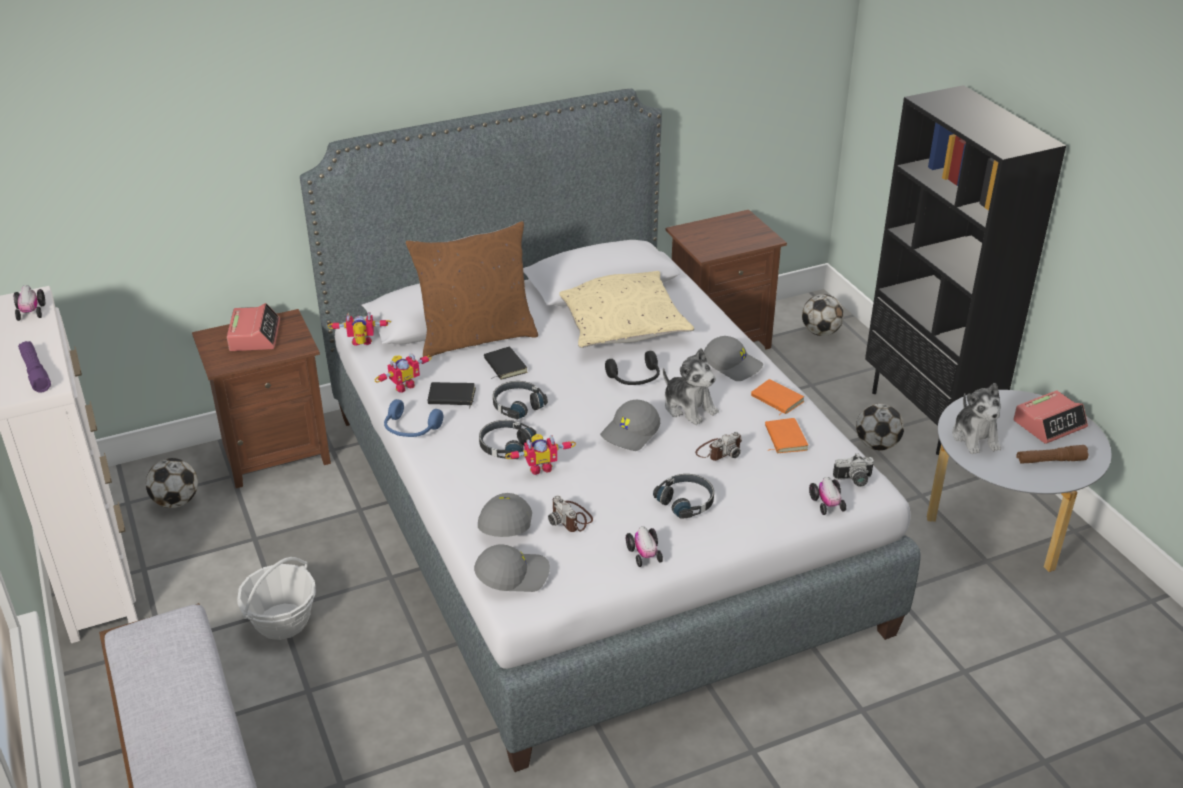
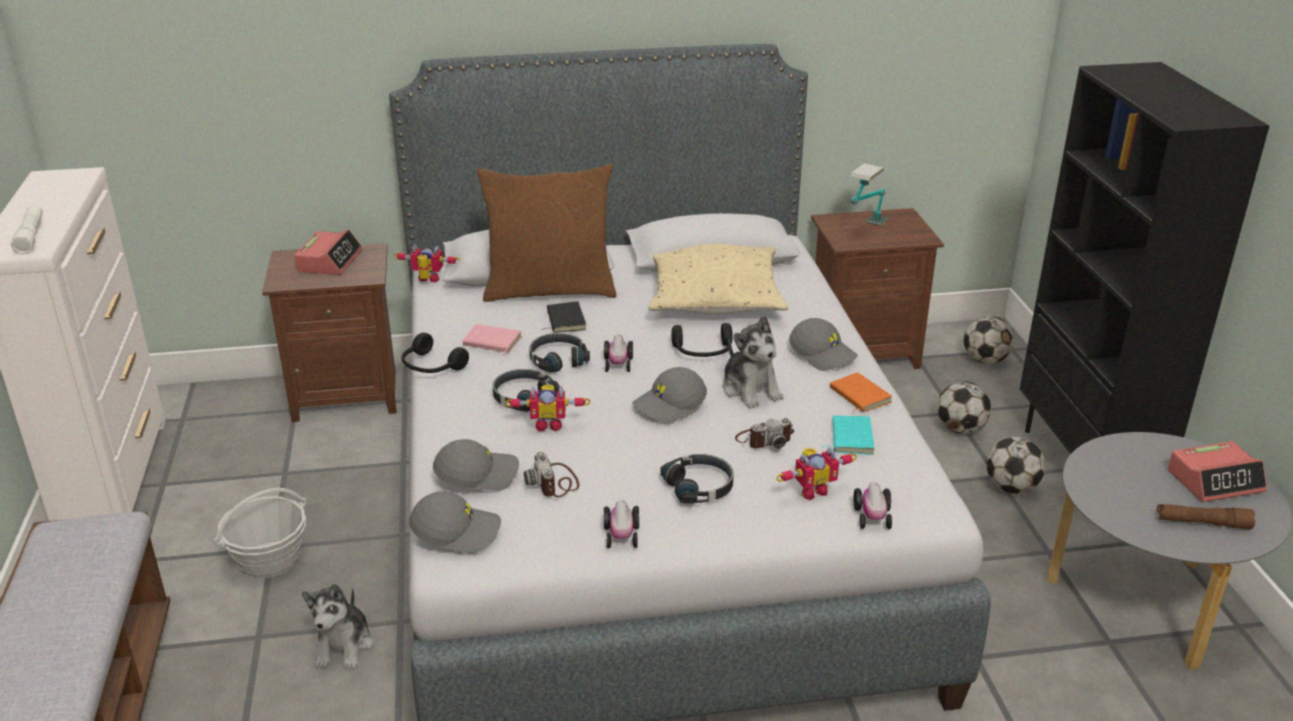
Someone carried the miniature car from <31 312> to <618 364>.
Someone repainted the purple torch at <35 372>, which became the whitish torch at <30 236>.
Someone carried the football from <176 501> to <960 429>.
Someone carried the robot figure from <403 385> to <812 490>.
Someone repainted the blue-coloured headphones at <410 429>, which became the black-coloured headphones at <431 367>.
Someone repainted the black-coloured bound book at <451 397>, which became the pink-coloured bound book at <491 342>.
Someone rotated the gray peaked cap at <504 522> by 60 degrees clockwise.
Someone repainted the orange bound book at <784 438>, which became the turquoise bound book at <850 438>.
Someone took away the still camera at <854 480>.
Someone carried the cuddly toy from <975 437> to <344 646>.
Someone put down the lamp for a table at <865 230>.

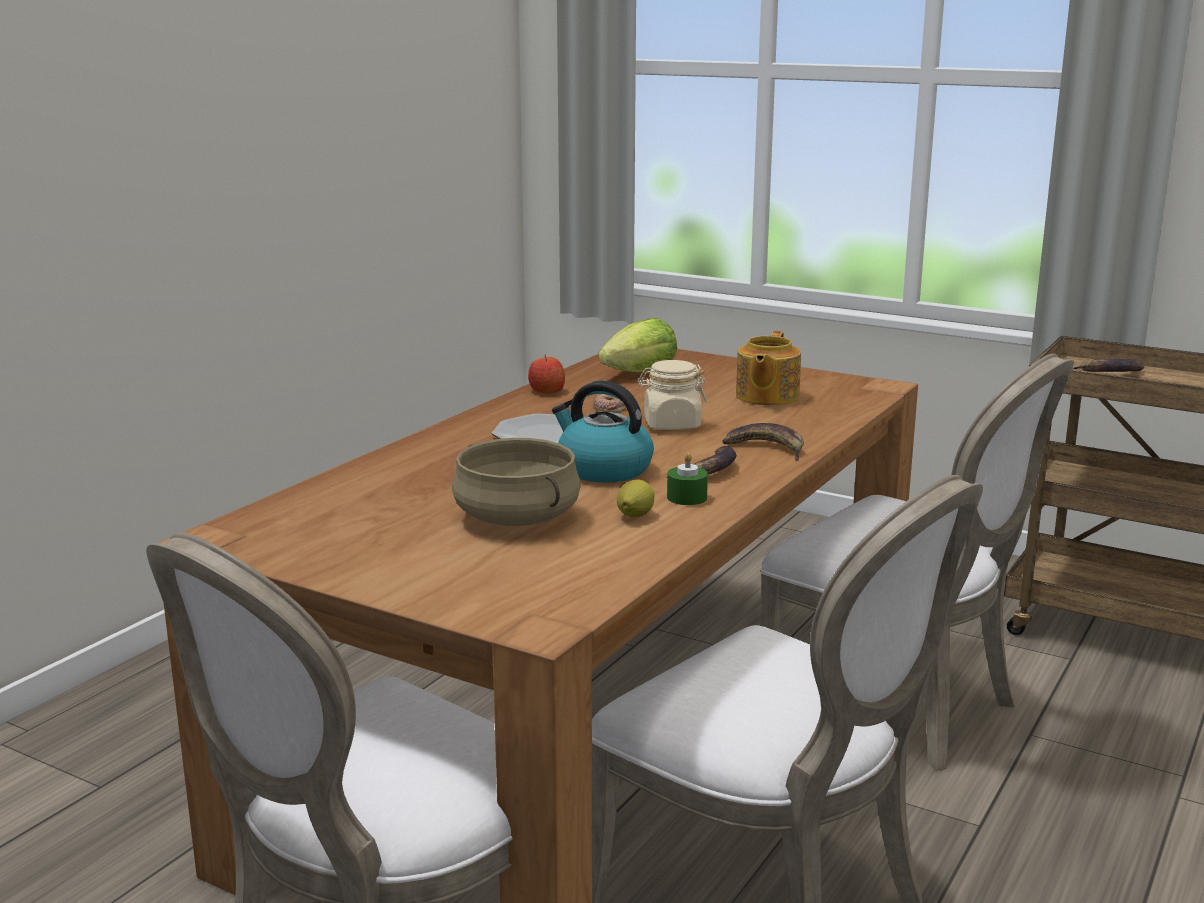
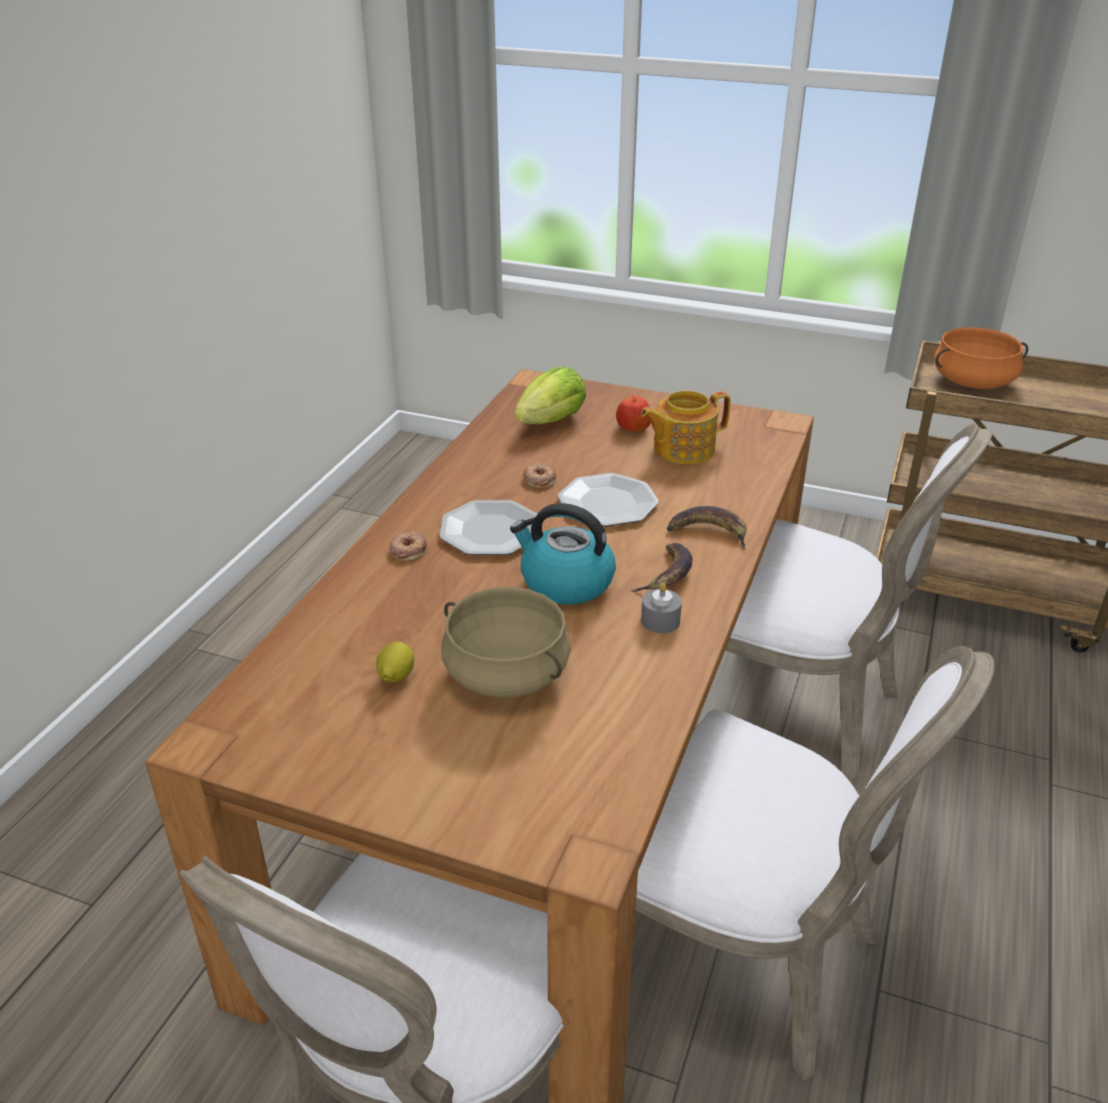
Someone carried the whole apple from <546 391> to <632 428>.
Someone carried the whole lemon from <634 516> to <395 677>.
Someone swapped the beige preserve jar at <671 425> for the dinner plate at <608 503>.
Someone repainted the green wax light at <687 497>, which became the gray wax light at <660 621>.
Someone rotated the teapot at <766 397> by 60 degrees clockwise.
Someone swapped the whole banana at <1110 373> for the orange stockpot at <973 382>.
Someone put down the donut at <408 550>.

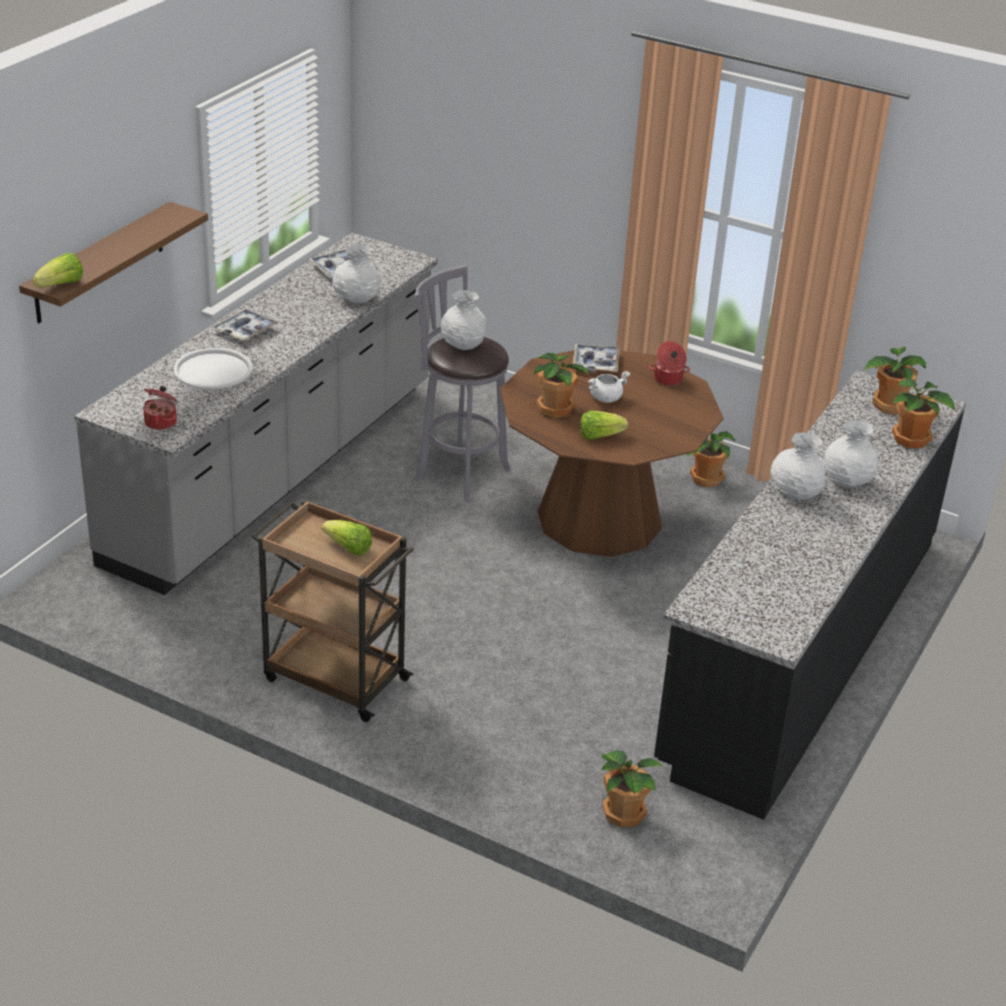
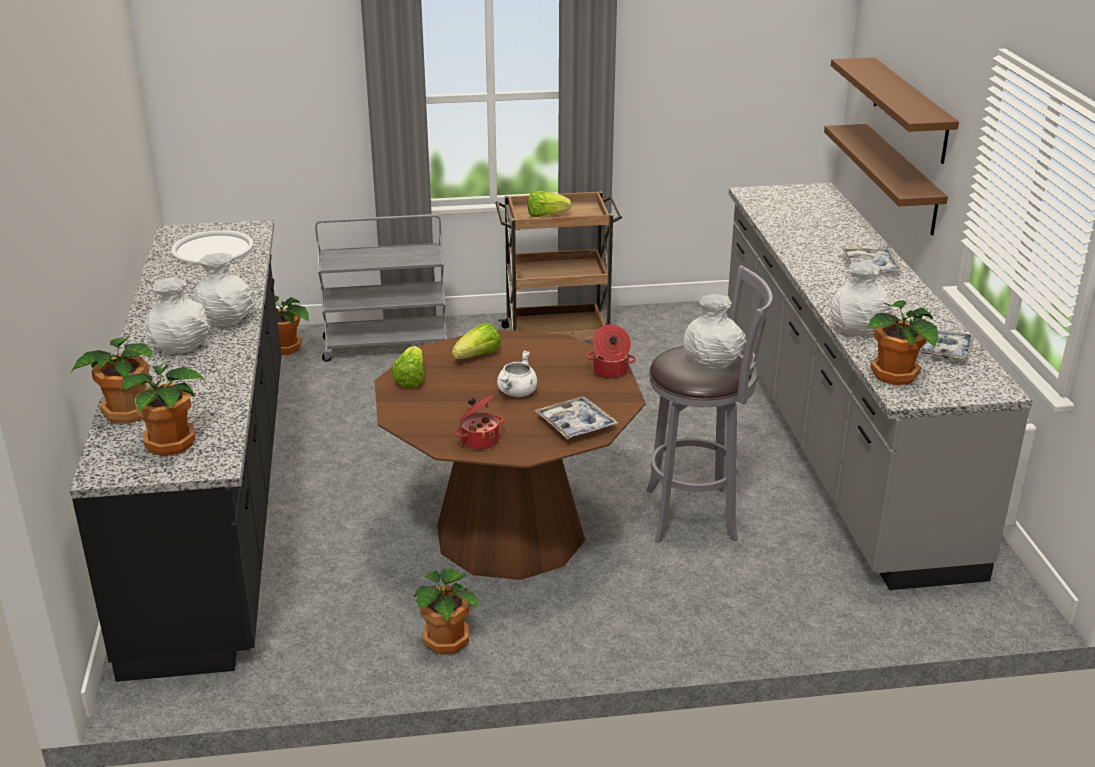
Someone carried the lettuce head from <61 285> to <411 379>.
Someone carried the stockpot from <161 422> to <610 371>.
Someone carried the whitish serving tray from <213 370> to <212 249>.
Someone carried the potted plant from <556 408> to <894 376>.
Someone put down the gray cart at <386 345>.
Someone put up the brownish wall shelf at <901 179>.

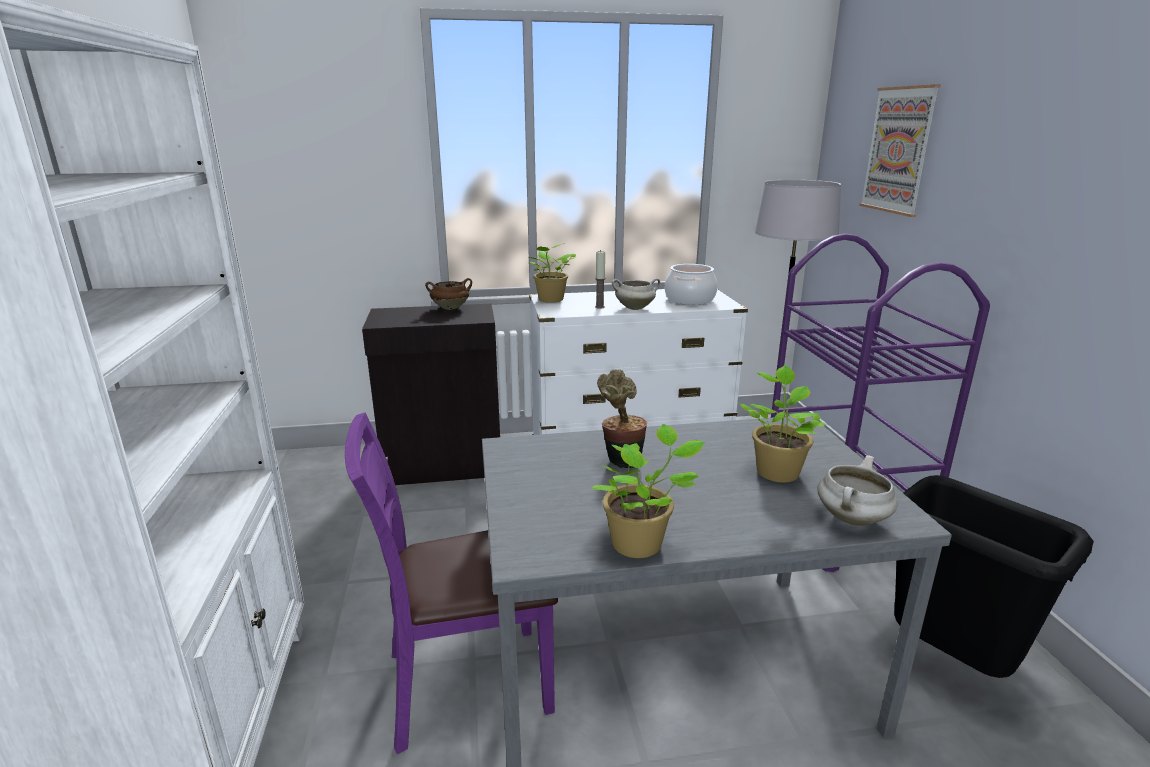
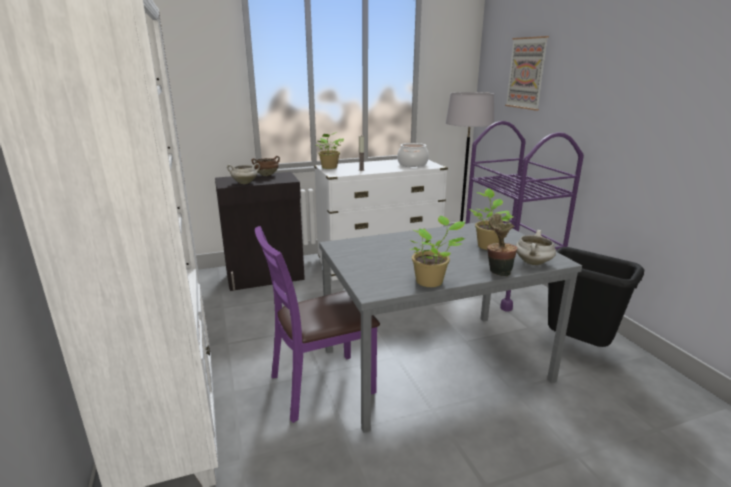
Someone carried the potted plant from <621 460> to <497 272>.
Someone carried the whitish stockpot from <635 308> to <245 183>.

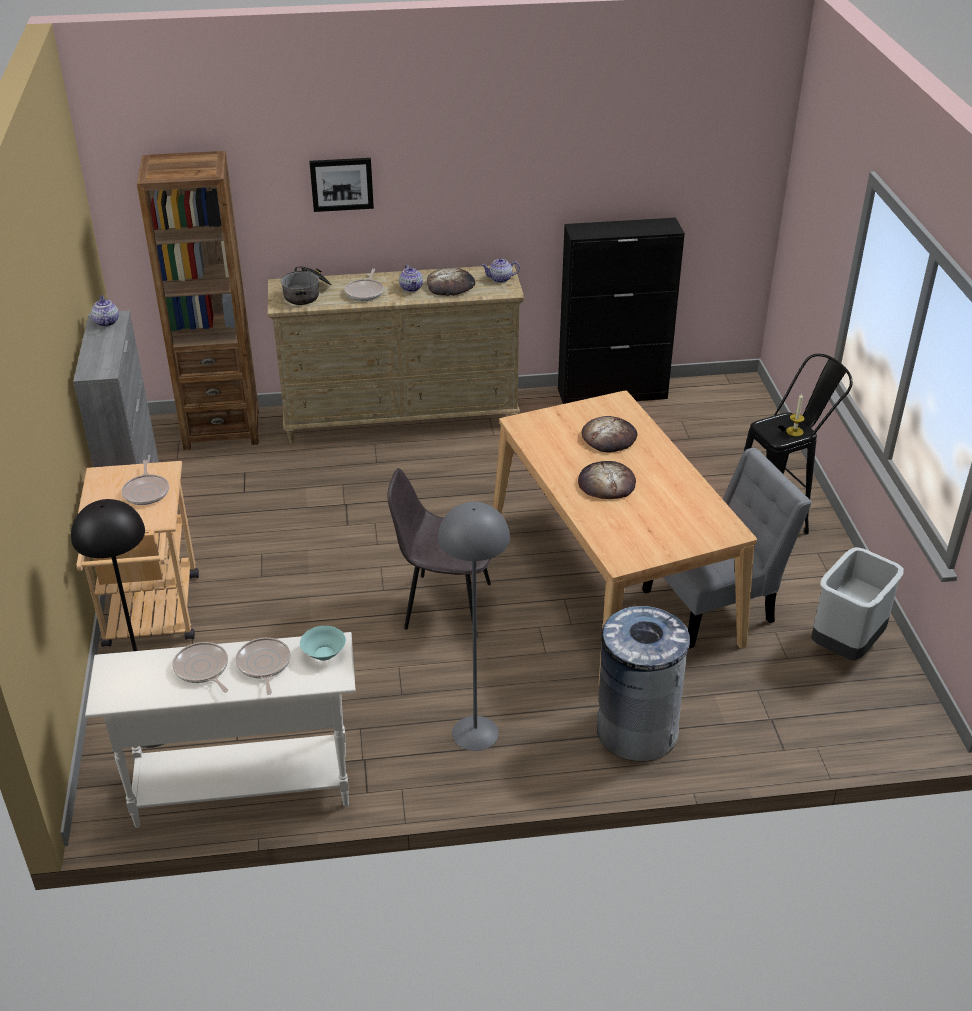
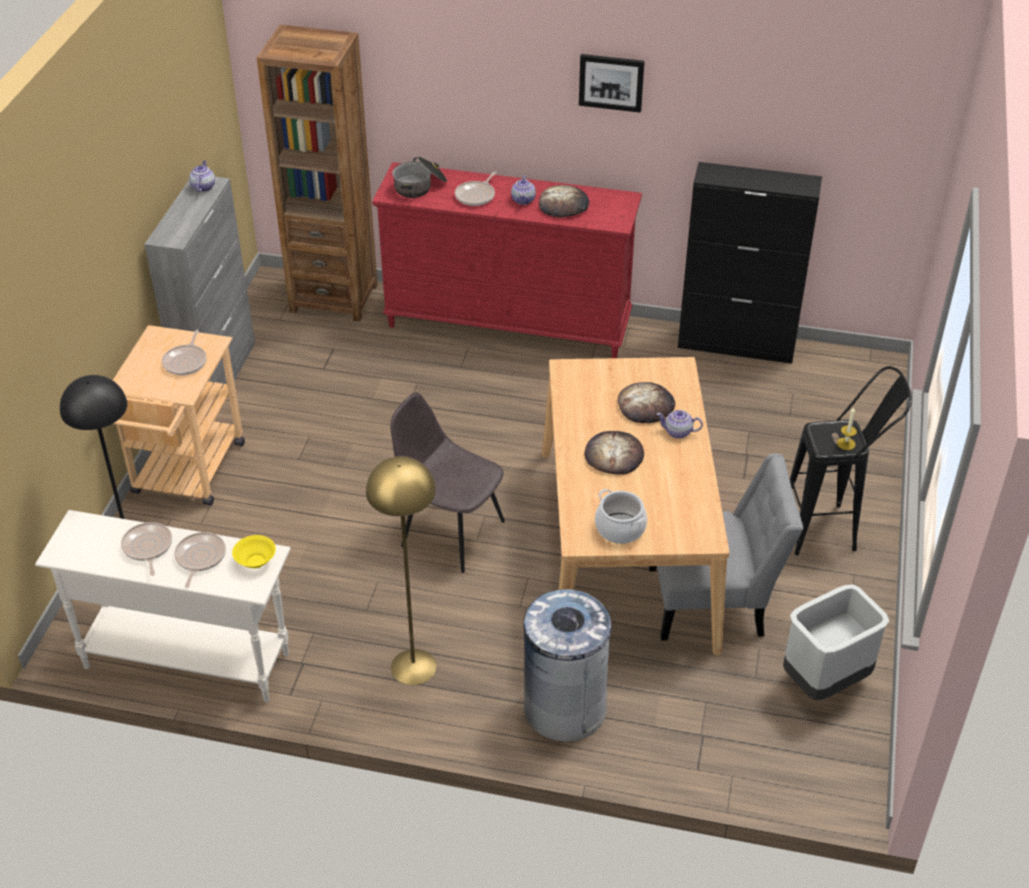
Someone repainted the beige dresser at <402 418>, which became the reddish dresser at <509 324>.
Someone repainted the turquoise bowl at <324 654>, which became the yellow-coloured bowl at <255 562>.
Someone carried the wall picture from <341 184> to <611 82>.
Someone repainted the gray standard lamp at <475 732>, which became the yellow-coloured standard lamp at <413 666>.
Someone carried the teapot from <500 279> to <678 432>.
Someone put down the stockpot at <620 528>.

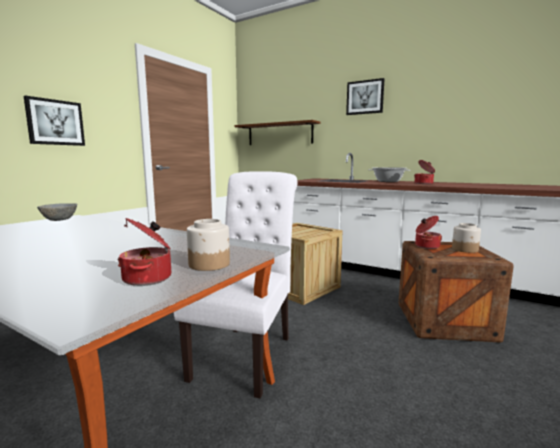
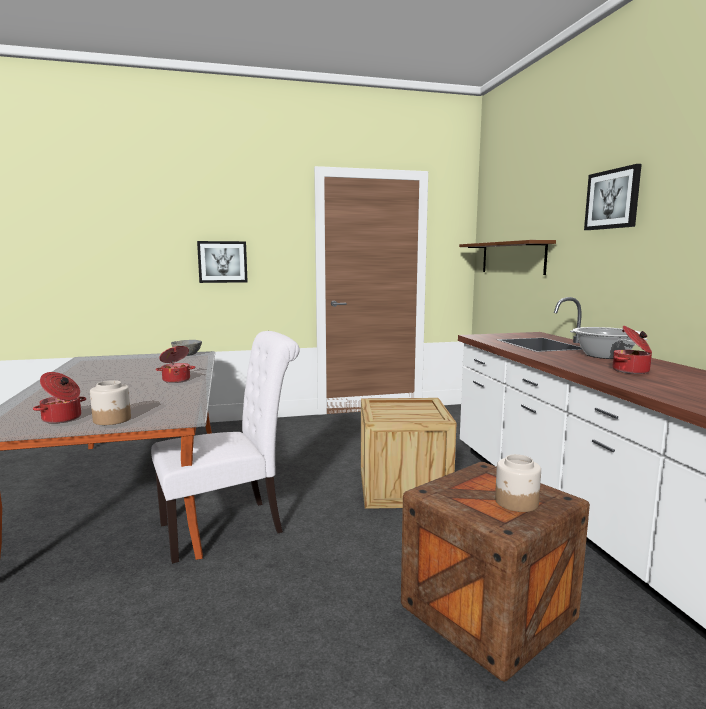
Someone carried the stockpot from <426 246> to <176 380>.

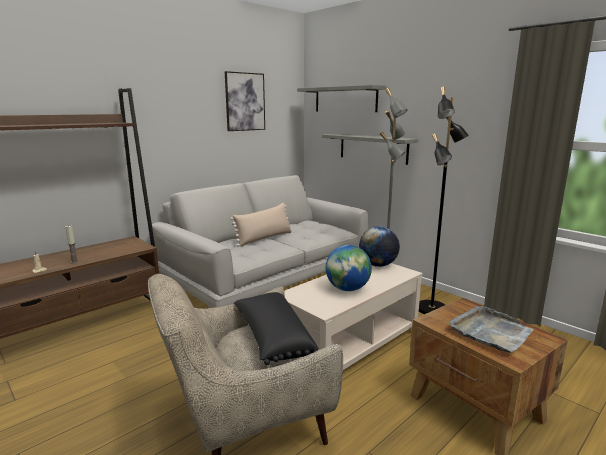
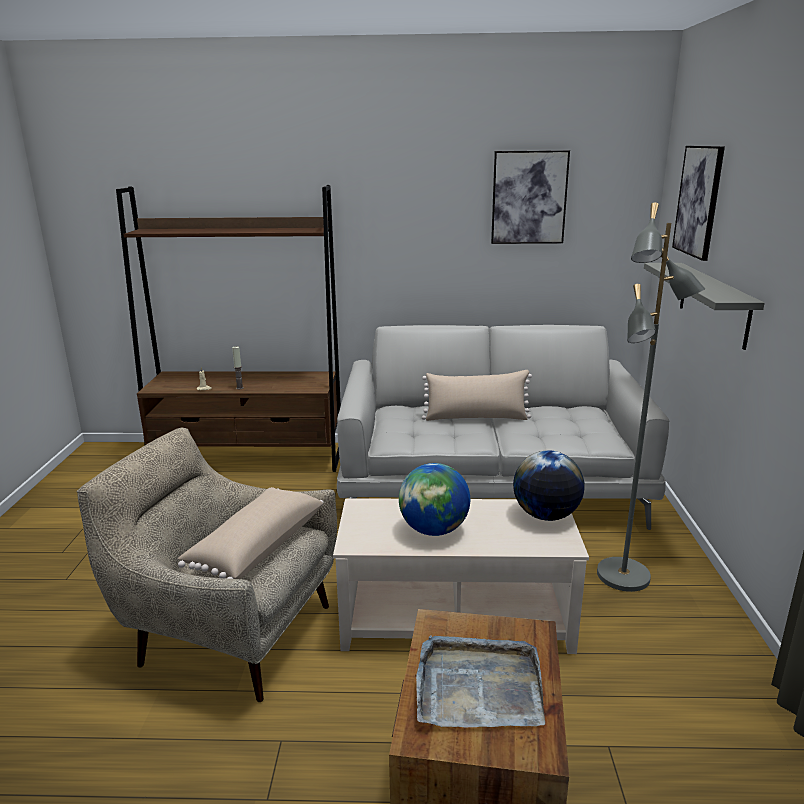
Someone repainted the black-coloured cushion at <272 338>, which became the beige cushion at <256 547>.
Someone swapped the gray wall shelf at <345 99> for the wall picture at <698 201>.
Someone took away the black-coloured standard lamp at <432 309>.

